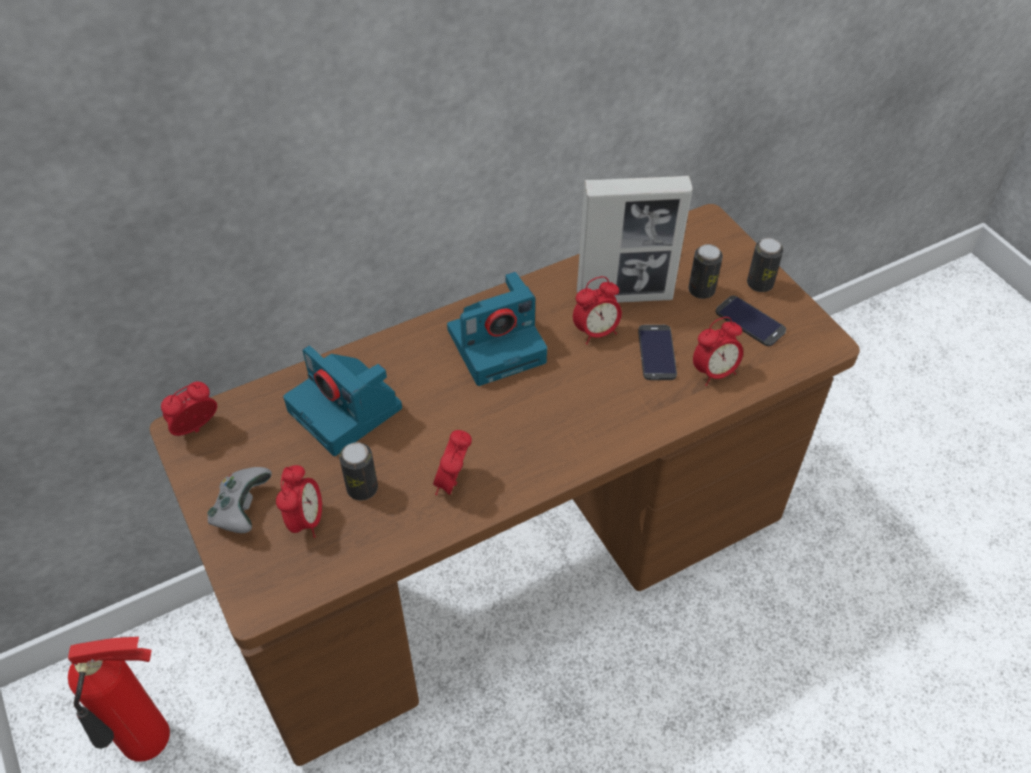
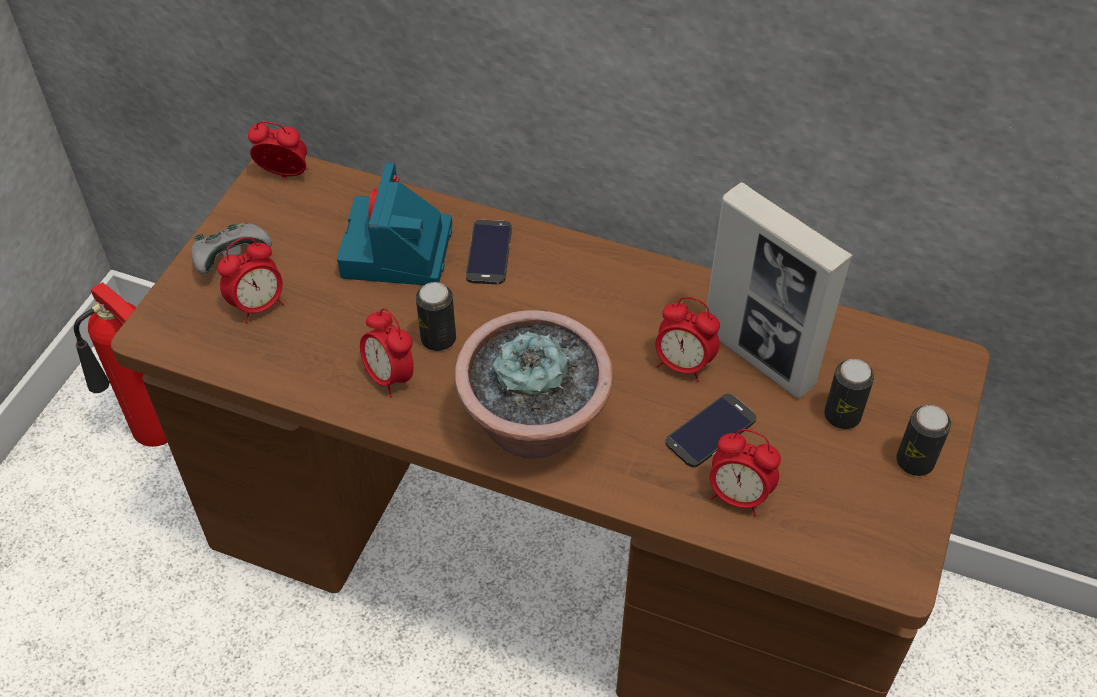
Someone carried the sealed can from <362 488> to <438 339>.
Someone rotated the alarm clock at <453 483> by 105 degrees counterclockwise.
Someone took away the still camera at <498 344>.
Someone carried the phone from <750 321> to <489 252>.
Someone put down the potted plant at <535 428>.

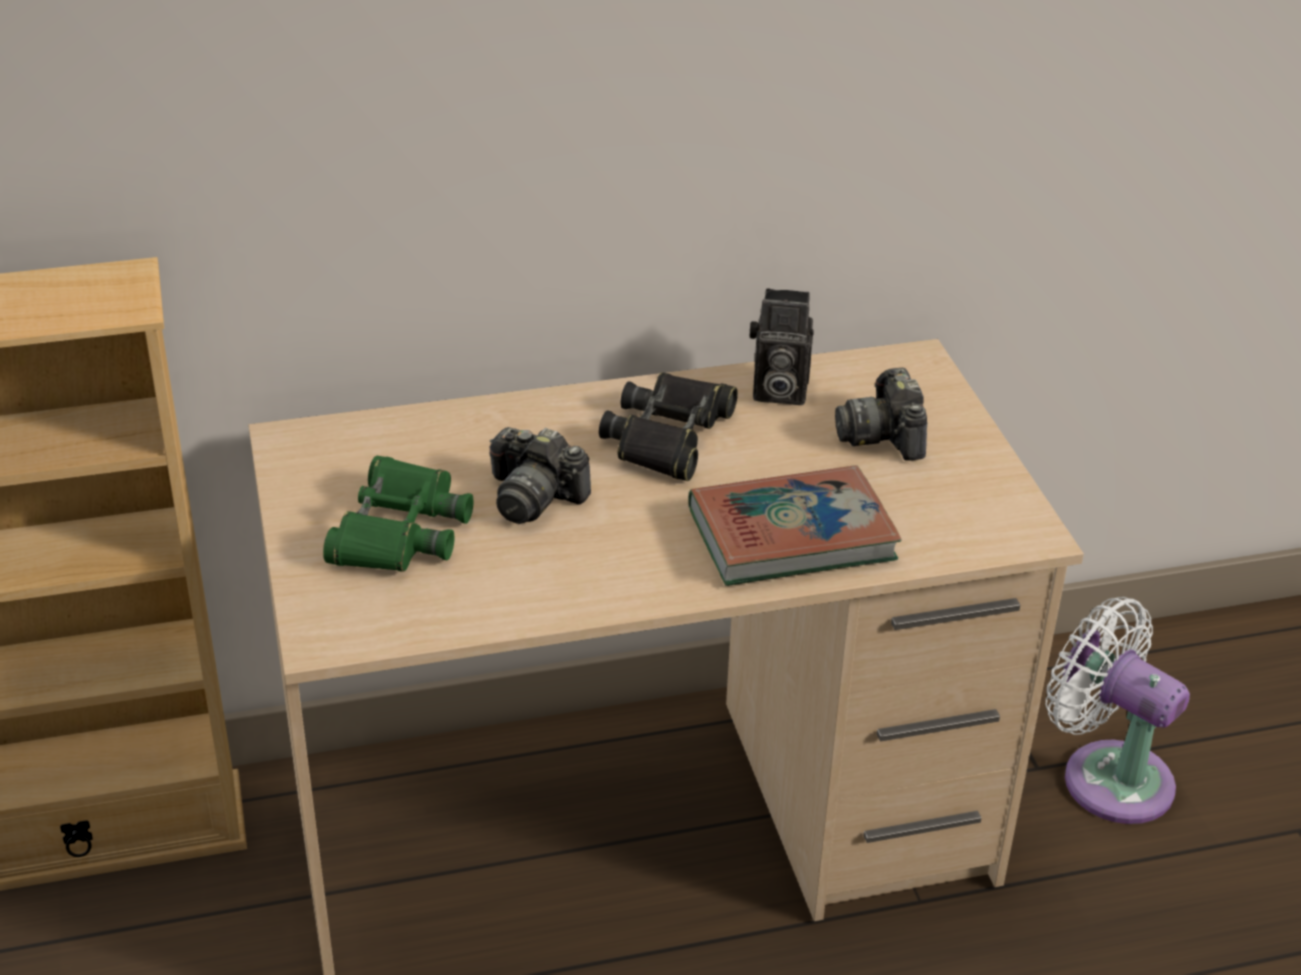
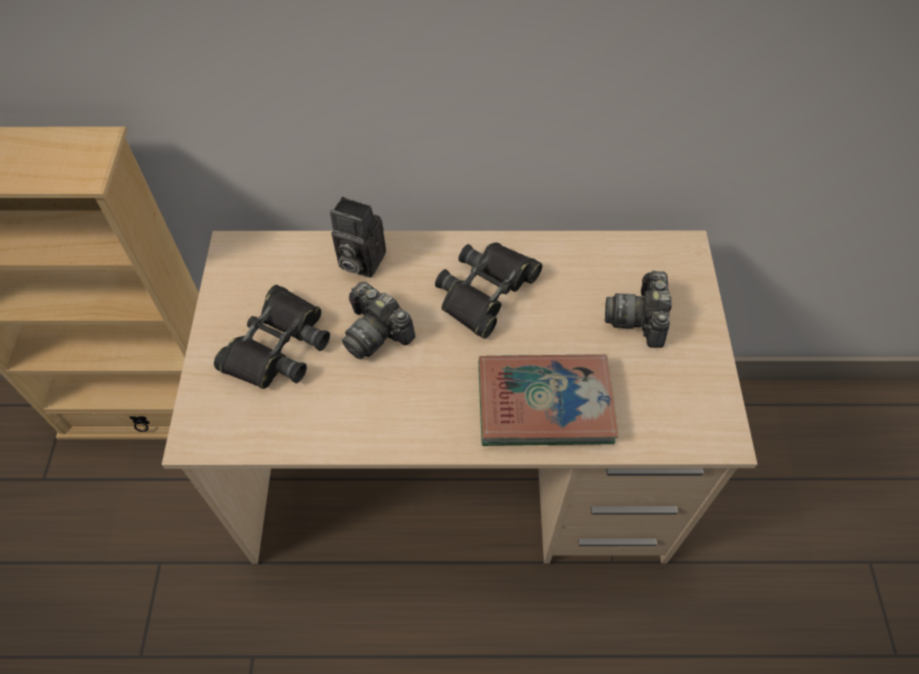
Someone repainted the green pair of binoculars at <400 530>, which became the black-coloured pair of binoculars at <278 346>.
Someone carried the still camera from <776 391> to <358 261>.
Someone took away the whitish fan at <1107 776>.

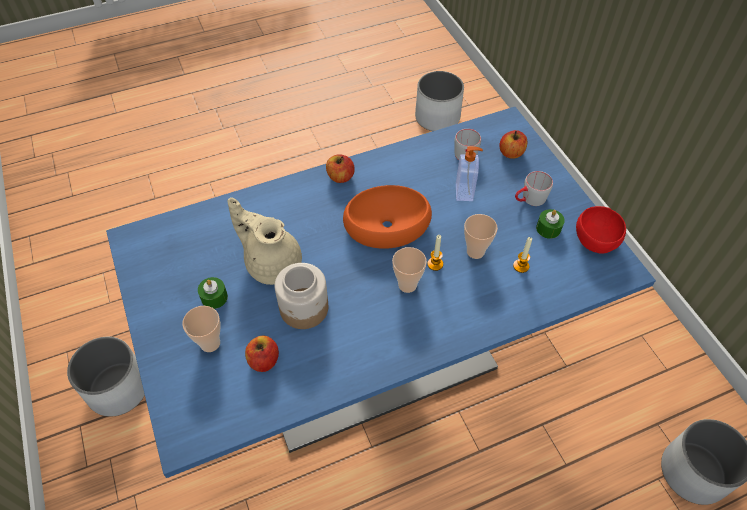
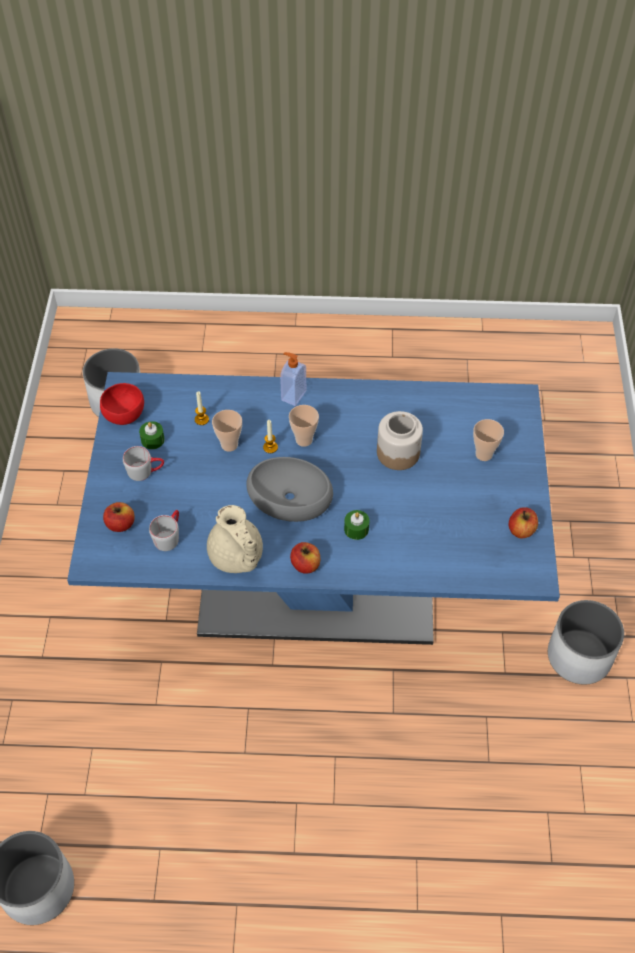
Someone carried the green wax light from <214 297> to <356 529>.
Someone carried the beige teapot from <272 263> to <236 557>.
Someone carried the whole apple from <264 360> to <521 530>.
Someone repainted the orange bowl at <387 224>, which became the gray bowl at <289 497>.
Someone carried the liquid soap bottle from <465 192> to <293 395>.

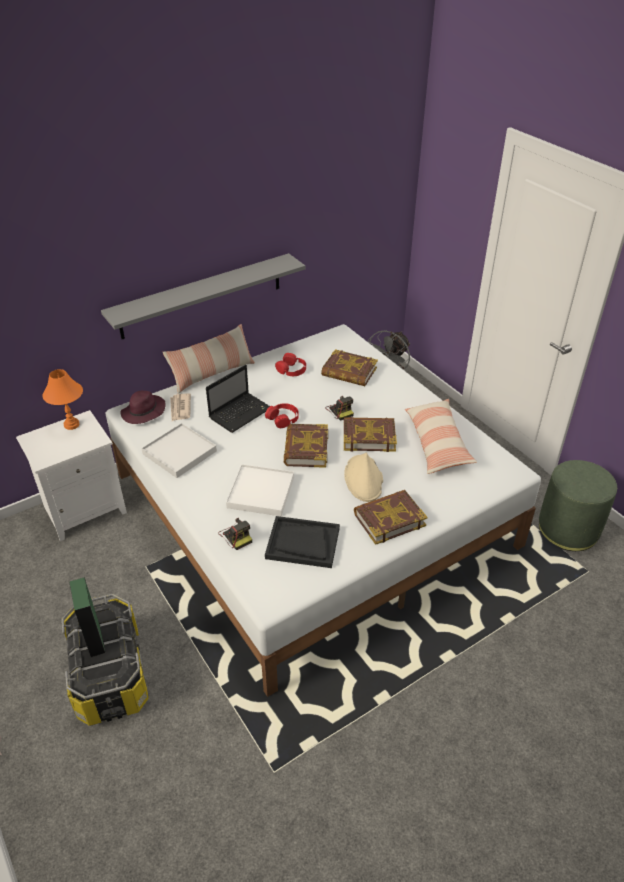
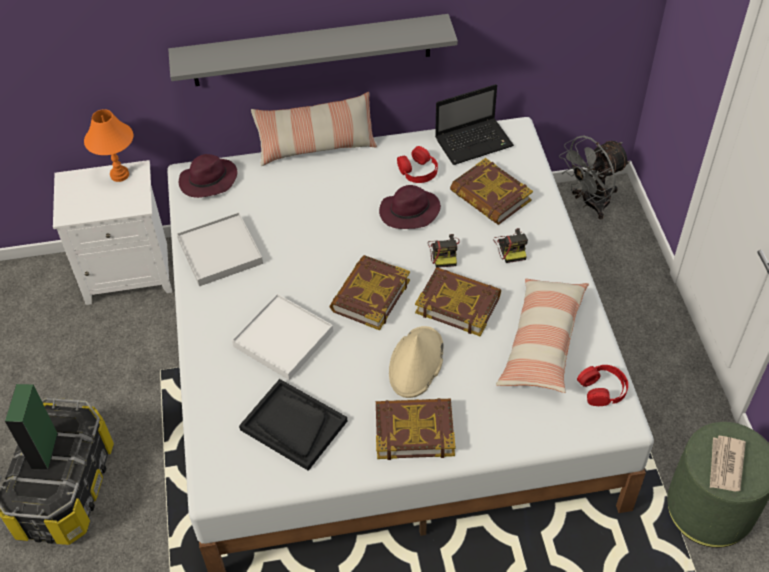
Someone carried the daily paper from <180 408> to <725 465>.
Someone carried the portable computer from <241 412> to <475 142>.
Someone carried the still camera from <236 536> to <511 247>.
Someone carried the reddish headphones from <283 418> to <602 389>.
Someone put down the purple clothing hat at <408 212>.

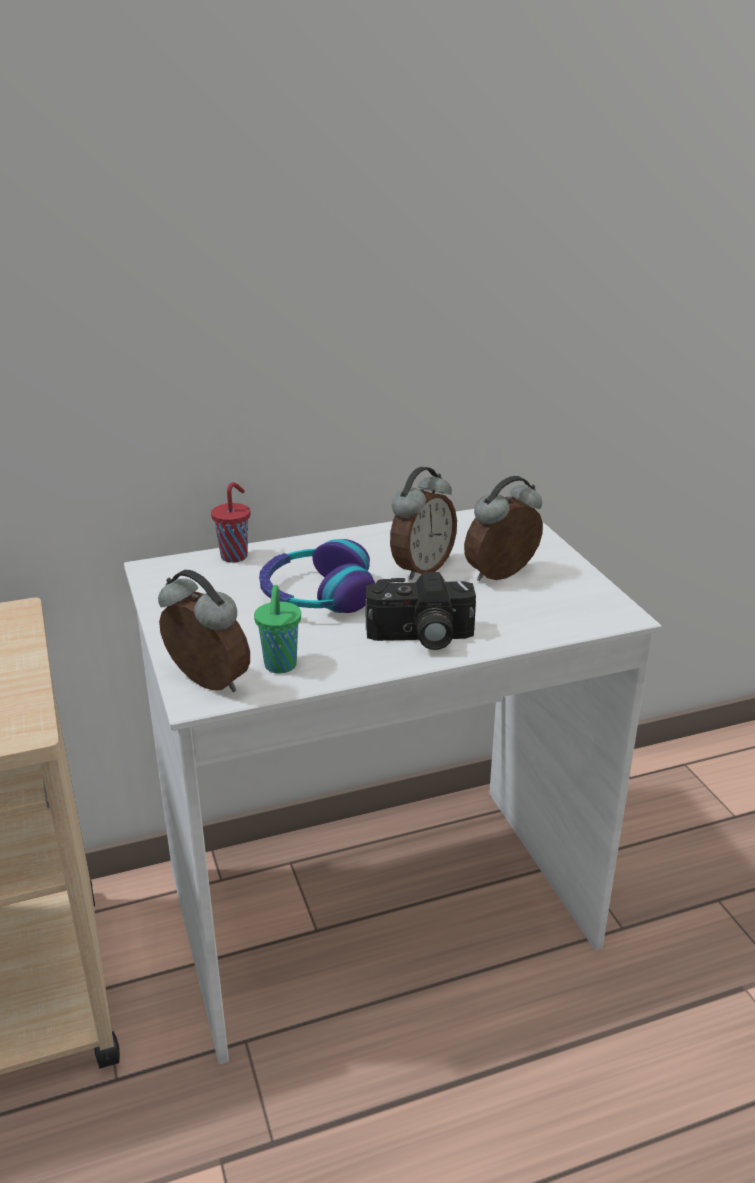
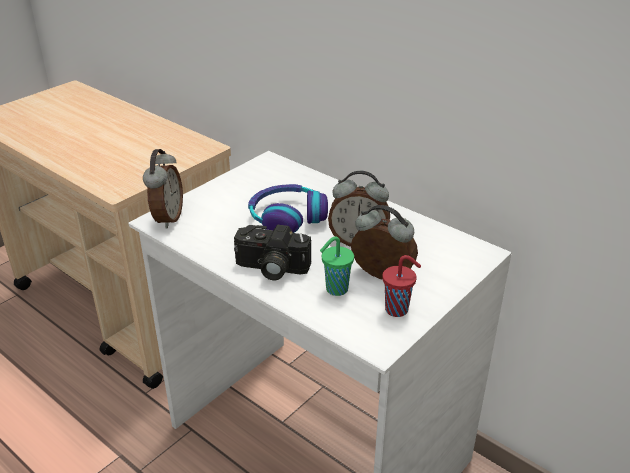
Someone carried the reddish small cup from <235 556> to <398 310>.
Someone carried the green small cup from <280 666> to <335 290>.
Someone rotated the still camera at <420 637> by 45 degrees counterclockwise.

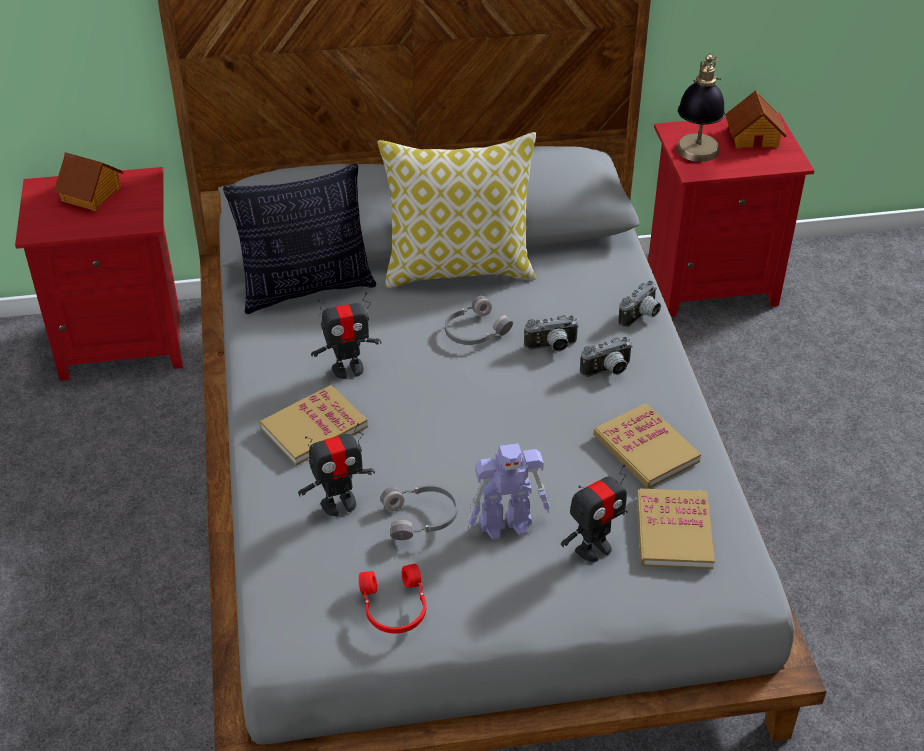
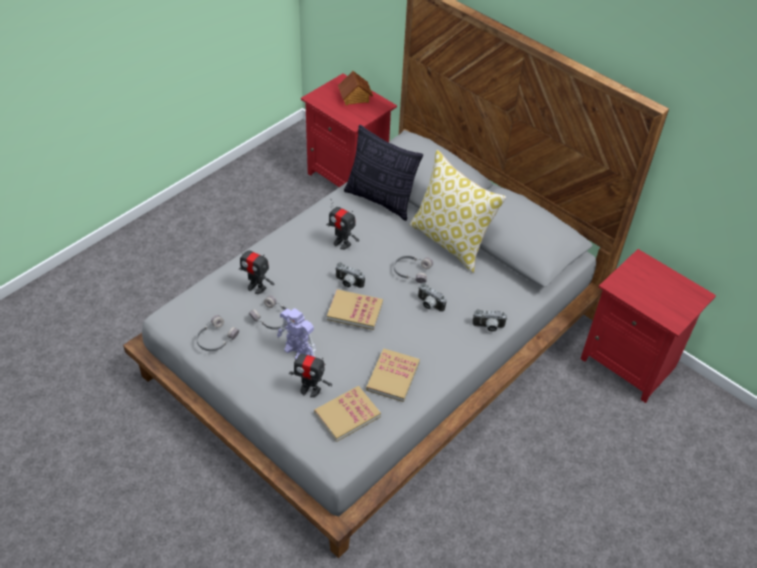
Someone carried the bound book from <314 427> to <355 311>.
Someone repainted the reddish headphones at <393 607>, which became the gray headphones at <215 339>.
Someone carried the still camera from <608 371> to <348 283>.
Someone took away the lamp for a table at <695 160>.
Someone took away the model house at <753 136>.

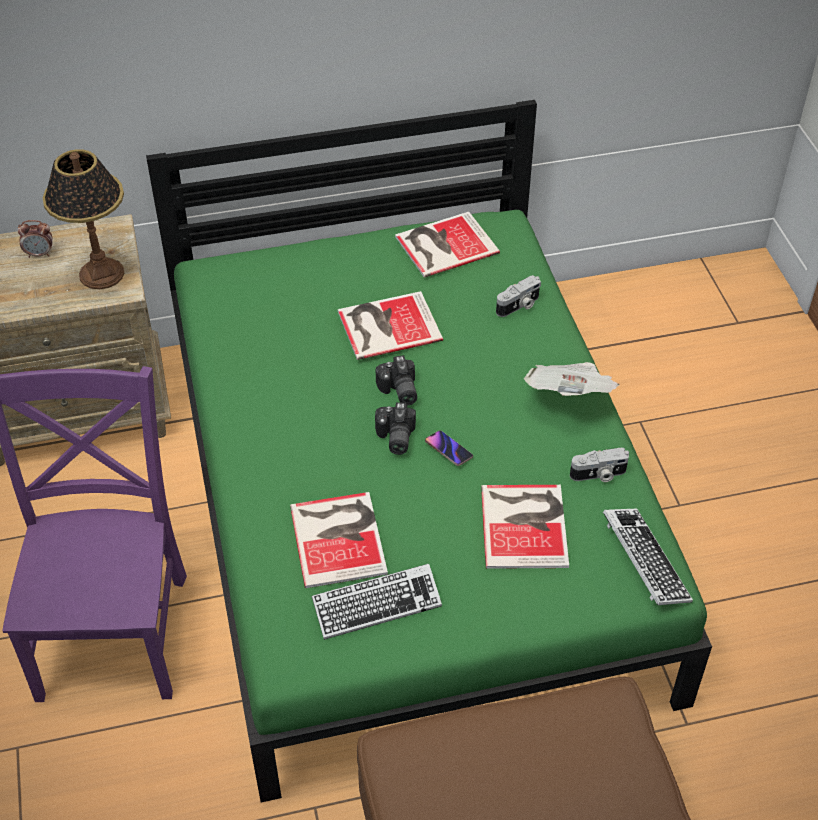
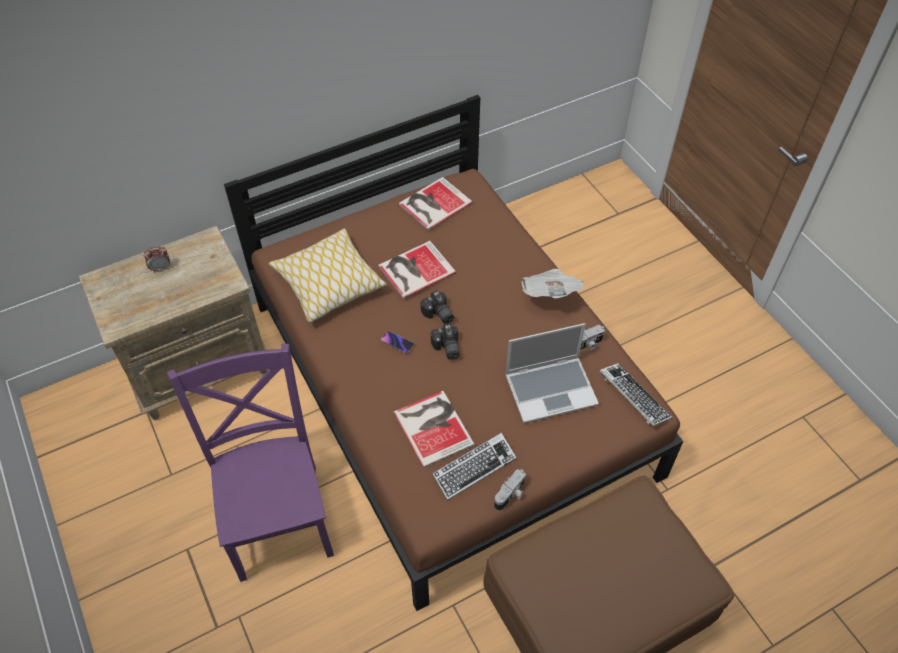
Someone took away the lamp for a table at <101 273>.
Someone repainted the green bed at <410 510>, which became the brownish bed at <450 387>.
Someone carried the phone from <448 450> to <397 343>.
Someone swapped the bound book at <526 524> for the portable computer at <551 389>.
Someone carried the still camera from <519 306> to <511 495>.
Someone put down the cushion at <328 283>.

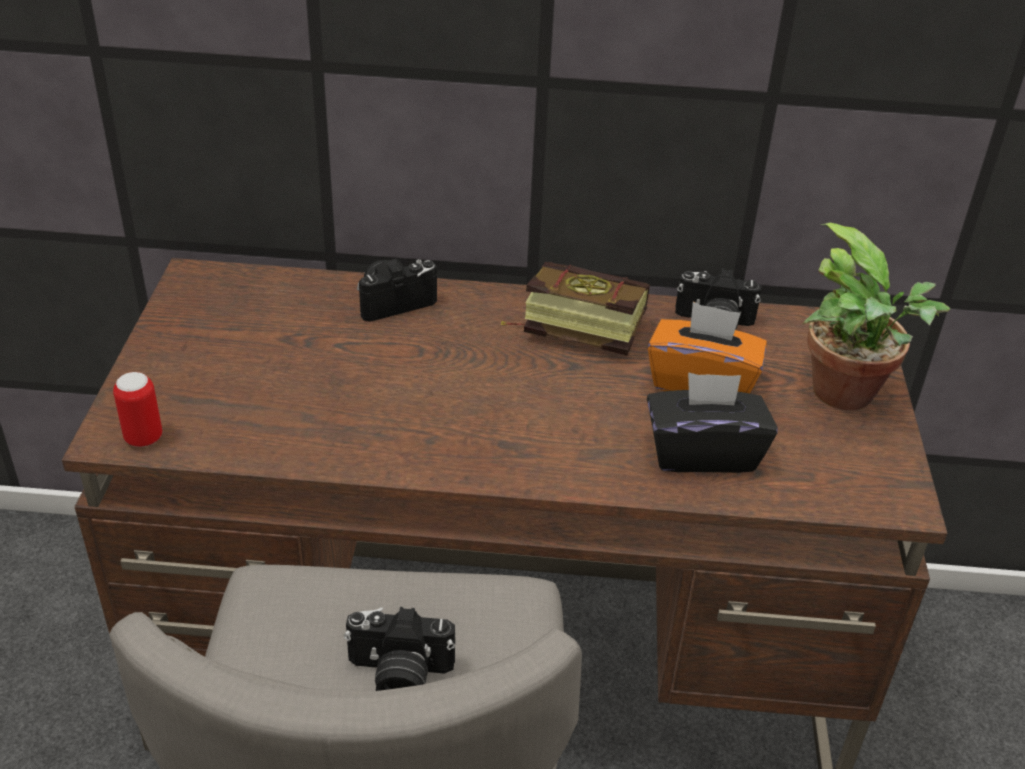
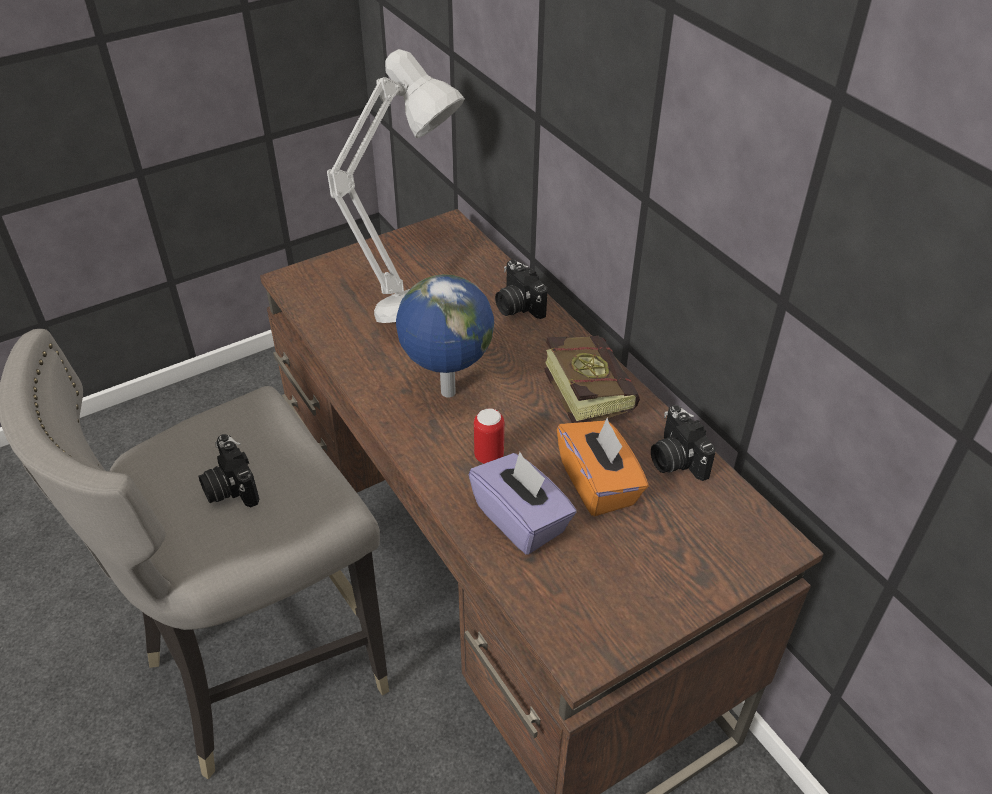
Someone carried the sealed can from <143 438> to <489 456>.
Someone rotated the still camera at <393 301> by 150 degrees counterclockwise.
Someone repainted the black-coloured tissue holder at <702 452>, which became the purple tissue holder at <521 519>.
Someone took away the potted plant at <850 396>.
Someone put down the gray lamp for a table at <409 281>.
Someone put down the world globe at <446 393>.

